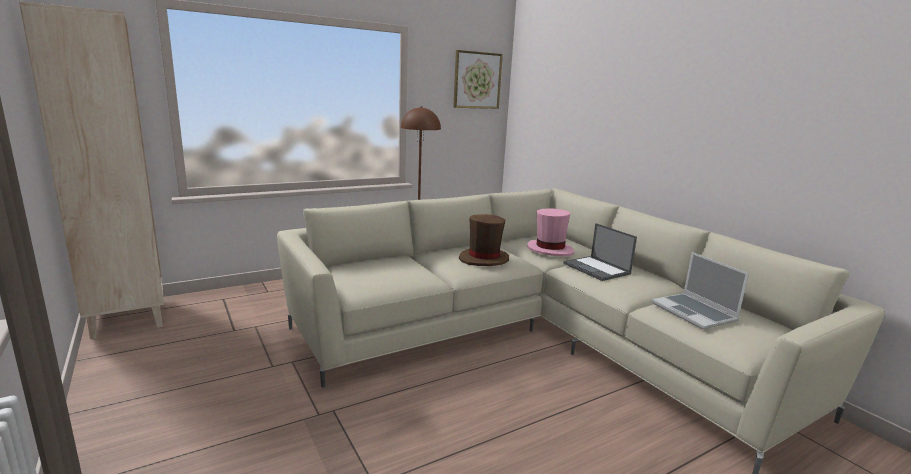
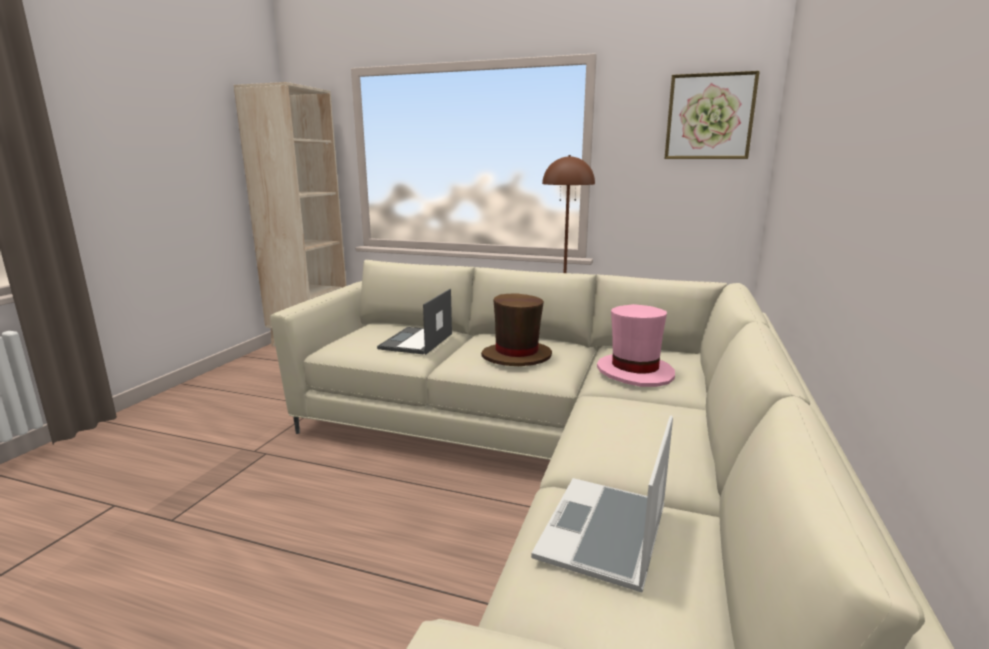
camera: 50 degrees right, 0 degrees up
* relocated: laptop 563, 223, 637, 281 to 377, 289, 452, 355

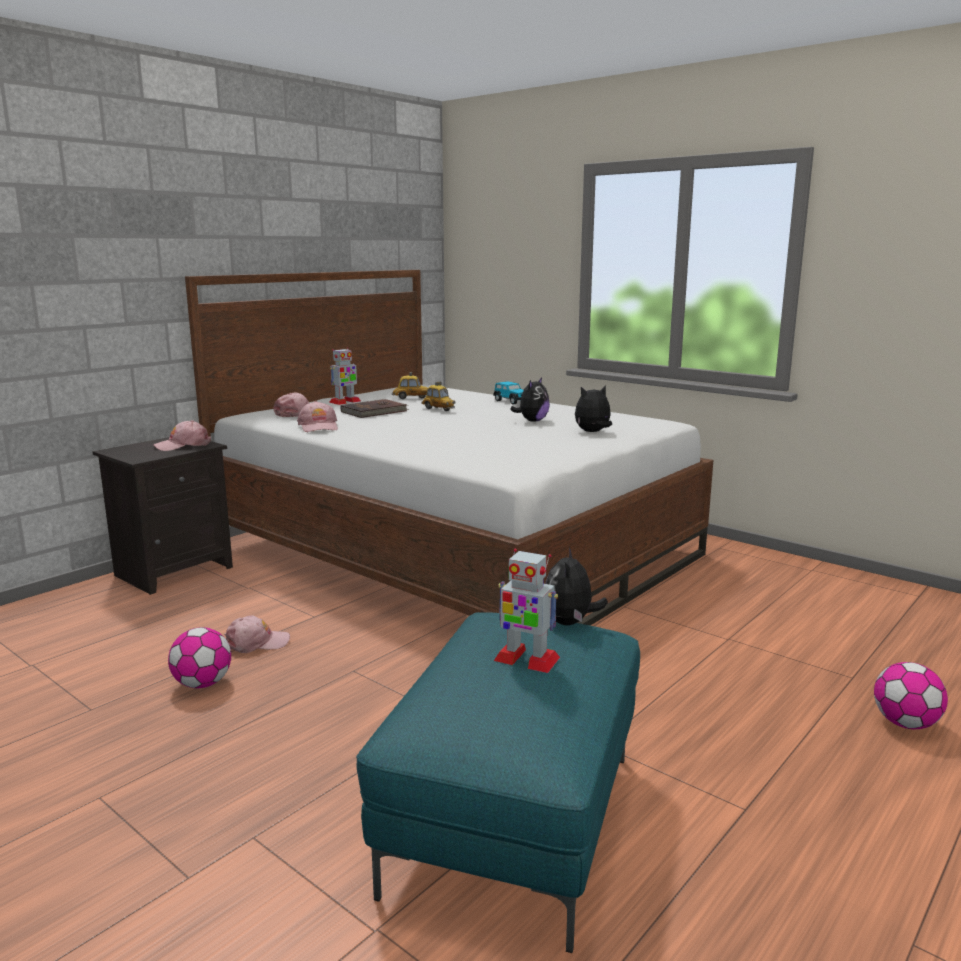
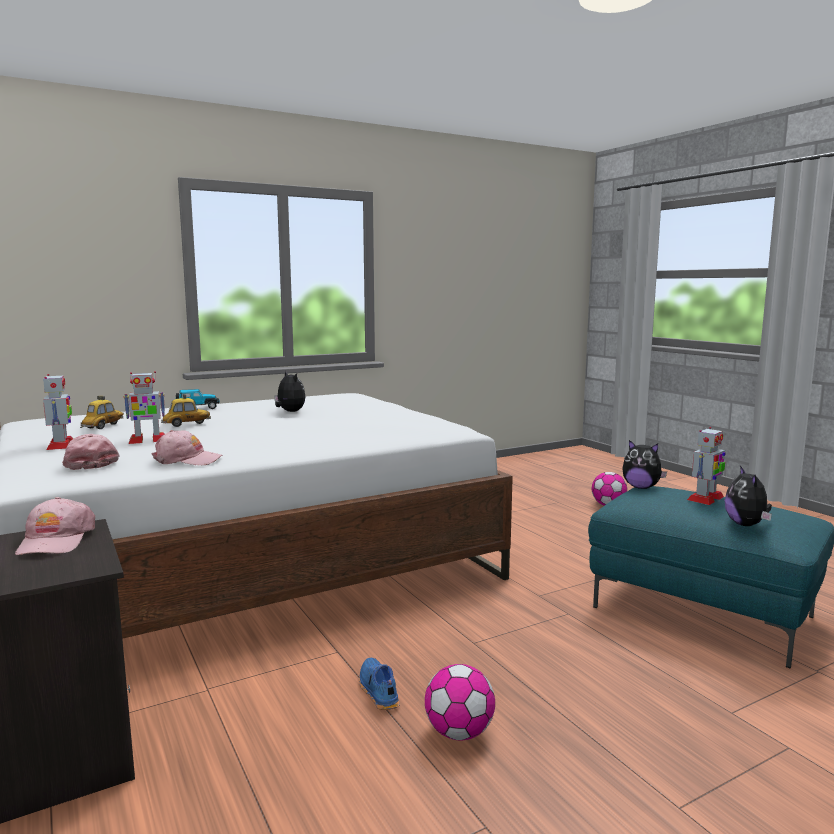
camera: 70 degrees left, 5 degrees down
* exchanged: pink_baseball_cap 224, 615, 290, 653 to blue-coloured_item_of_footwear 359, 658, 400, 710
* exchanged: brown-coloured_volume 341, 399, 409, 418 to toy_robot 124, 371, 165, 444
* relocated: cuddly_toy 575, 385, 612, 432 to 725, 465, 772, 526

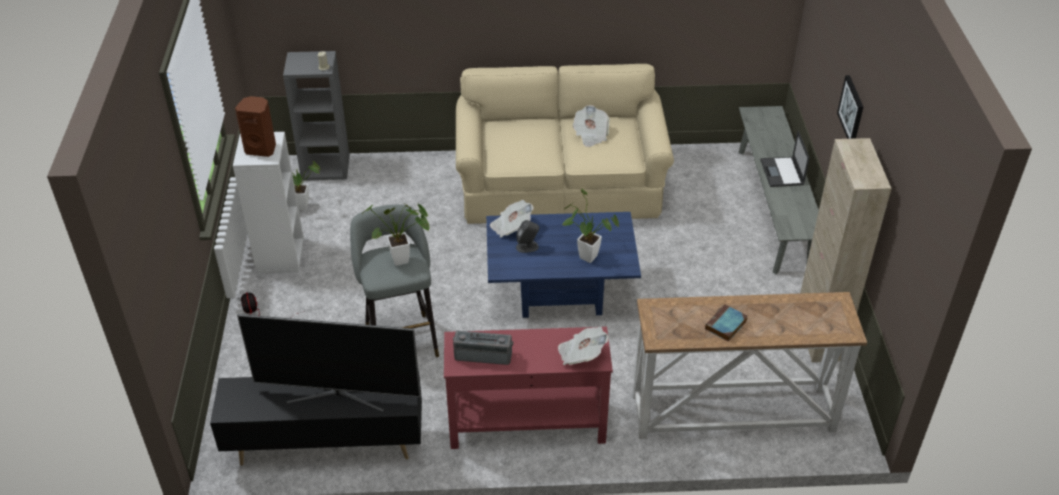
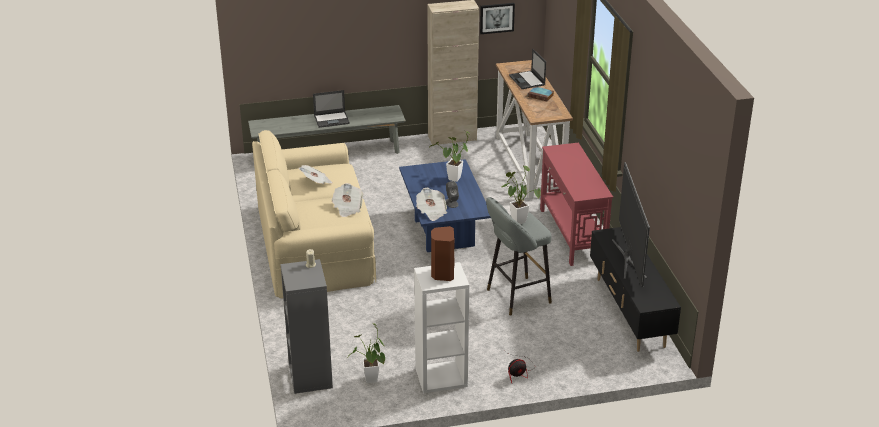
camera: 100 degrees left, 10 degrees down
* missing: radio 453, 330, 513, 365
* relocated: newspaper 558, 327, 609, 365 to 332, 183, 363, 217
* relocated: wall_picture 837, 75, 863, 139 to 480, 3, 515, 34
* appeared: laptop 509, 48, 546, 89

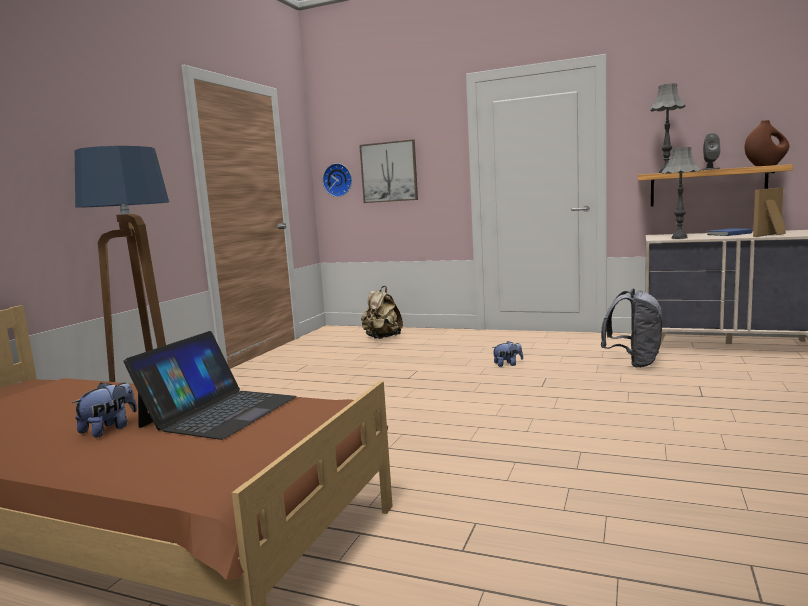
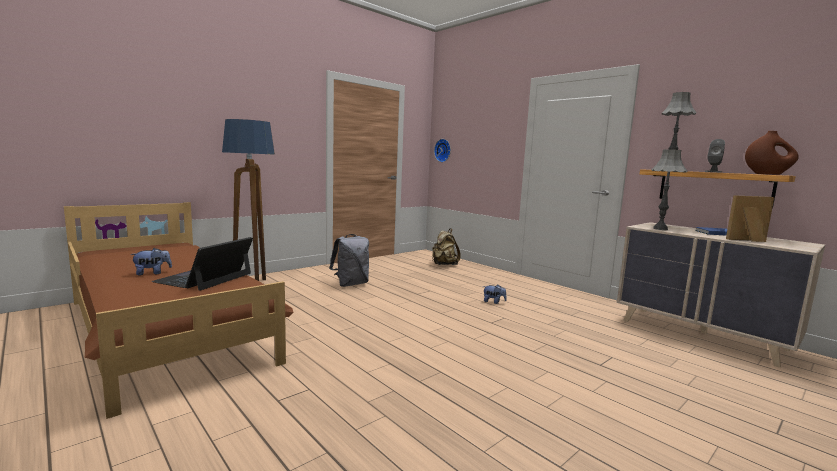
camera: 25 degrees right, 0 degrees up
* spun: laptop 123, 331, 296, 440 = 151, 237, 253, 291 150 degrees clockwise
* missing: wall_picture 359, 139, 418, 203
* relocated: grey_backpack 601, 289, 662, 368 to 329, 234, 369, 287

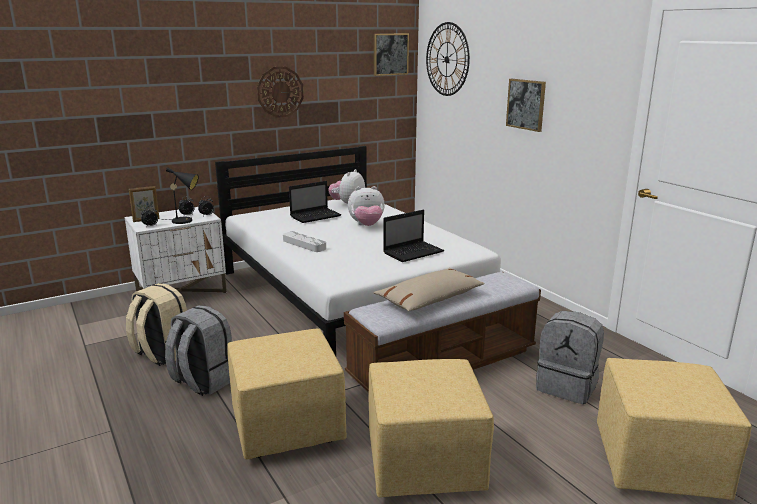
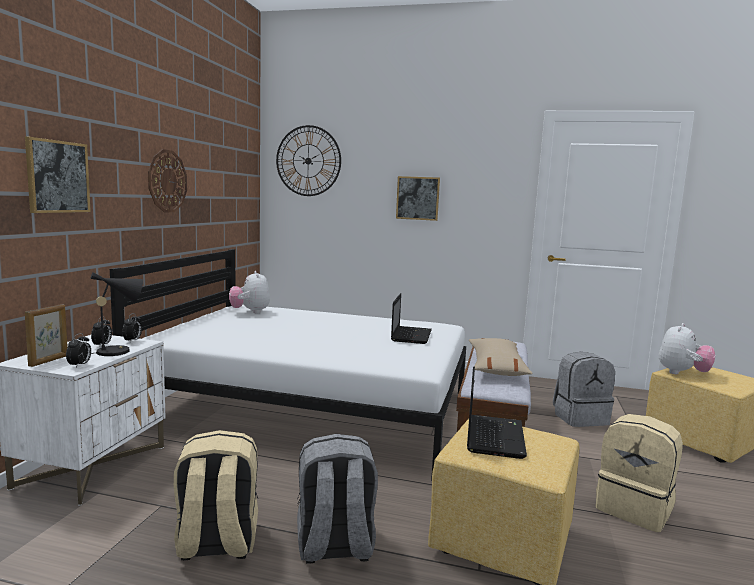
camera: 45 degrees left, 10 degrees down
* missing: grey_serving_tray 283, 231, 326, 252
* relocated: laptop 289, 181, 341, 223 to 467, 366, 527, 459
* relocated: cuddly_toy 348, 186, 385, 226 to 659, 323, 715, 374
* exchanged: yellowish_pouffe 369, 359, 494, 497 to beige_backpack 595, 414, 683, 532
* relocated: wall_picture 374, 33, 409, 76 to 25, 137, 91, 213

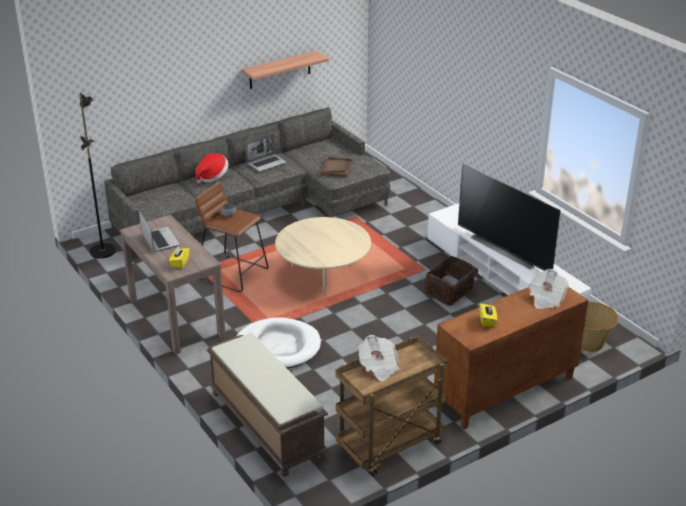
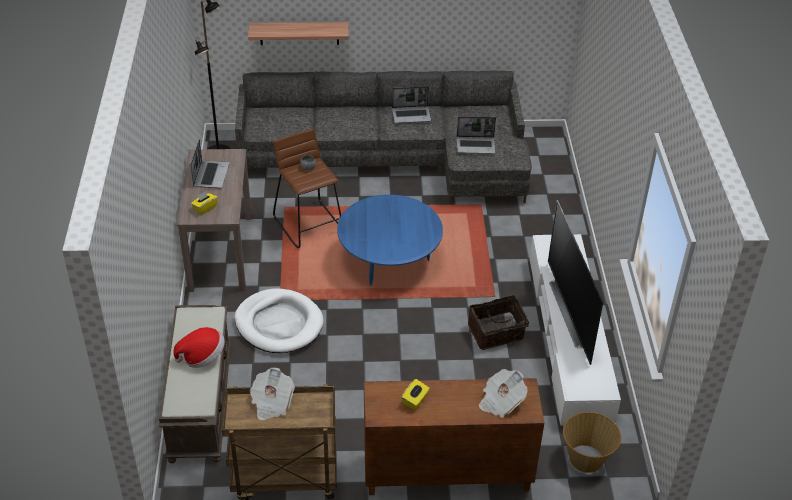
camera: 30 degrees right, 10 degrees up
* relocated: wearable_hat 195, 153, 229, 183 to 173, 327, 225, 368
* relocated: shelf 241, 51, 329, 89 to 248, 22, 349, 45
* colour: beige_coffee_table 275, 217, 371, 296 to blue-coloured_coffee_table 337, 195, 443, 286
* exchanged: brown-coloured_serving_tray 320, 156, 353, 177 to laptop 457, 116, 496, 154

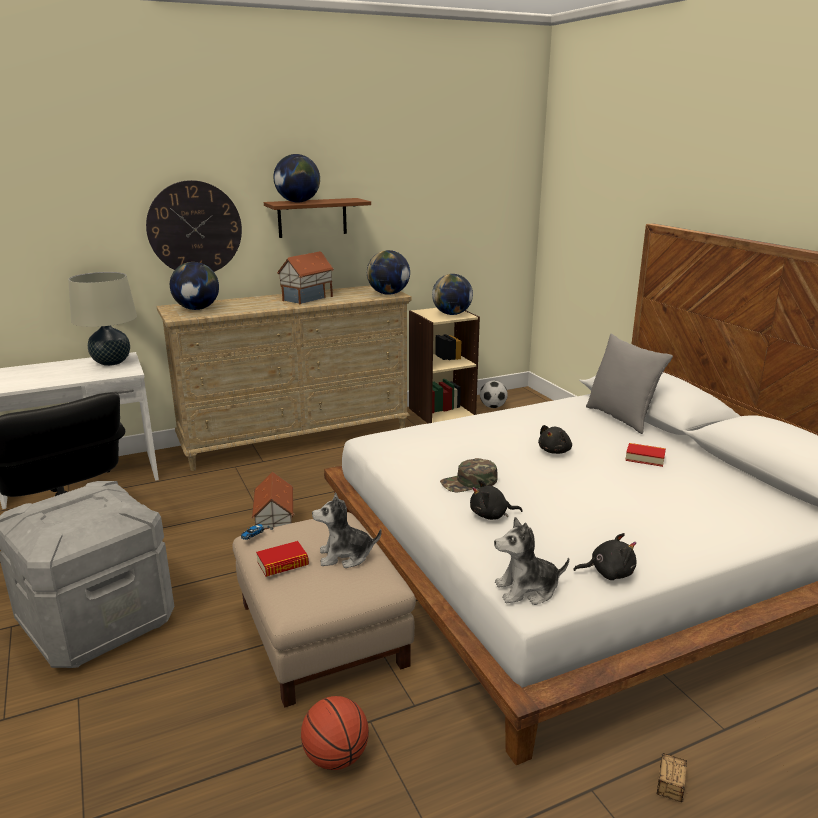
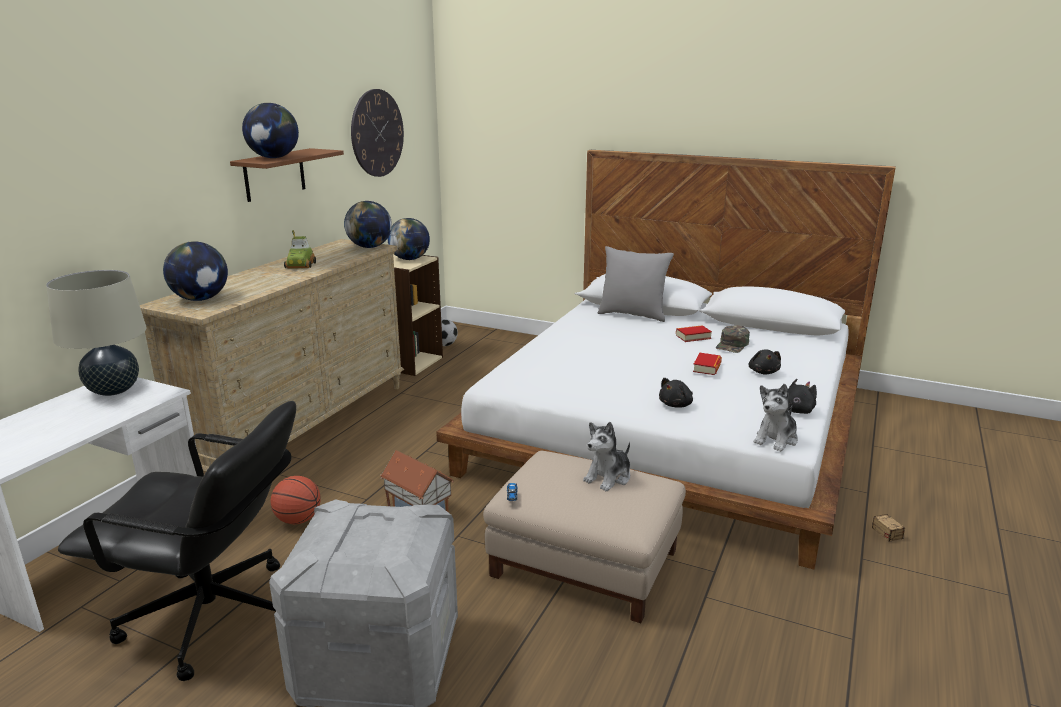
camera: 40 degrees left, 0 degrees up
* relocated: clock_on_the_wall 146, 180, 242, 272 to 351, 89, 404, 177
* relocated: volume 256, 541, 309, 577 to 693, 353, 722, 375
* exchanged: toy_house 277, 251, 334, 305 to toy_car 284, 230, 316, 269
* relocated: ball_for_basketball 301, 696, 369, 770 to 271, 476, 321, 524
* relocated: green_baseball_cap 440, 458, 498, 492 to 716, 325, 750, 353
* relocated: black-coloured_cuddly_toy 538, 425, 572, 454 to 749, 349, 781, 374

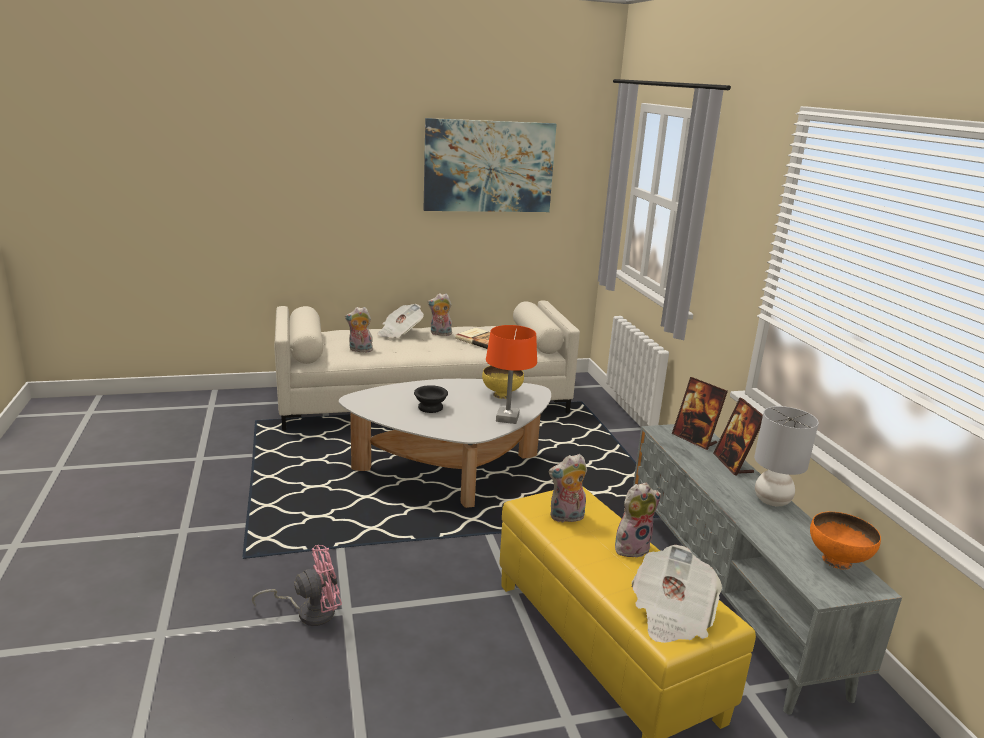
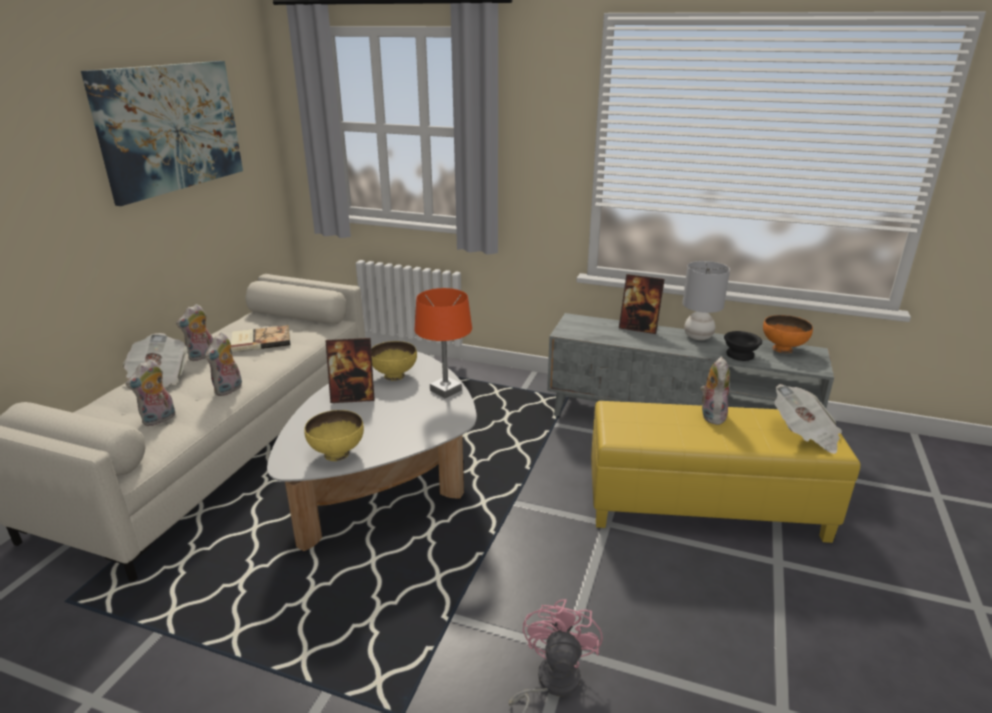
camera: 55 degrees left, 5 degrees up
* relocated: black-coloured_bowl 414, 385, 448, 413 to 724, 331, 762, 361
* relocated: cuddly_toy 549, 454, 587, 523 to 205, 333, 242, 396
* relocated: photo_frame 672, 377, 728, 450 to 325, 338, 375, 403
* appeared: yellowish_bowl 304, 410, 364, 461

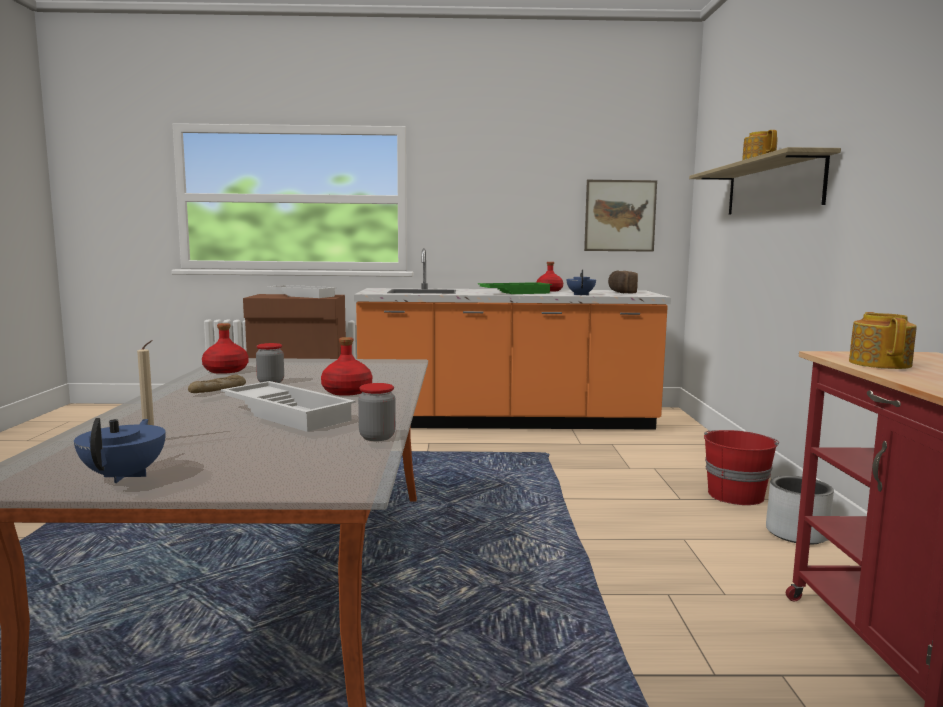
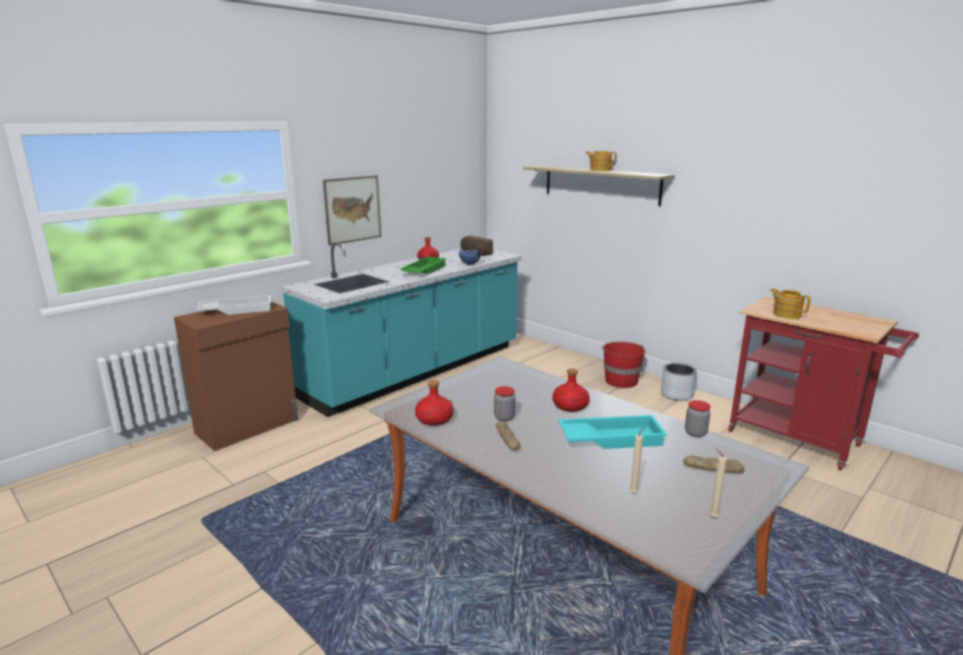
camera: 45 degrees left, 10 degrees up
* exchanged: blue-coloured_teapot 74, 418, 166, 483 to beige_wax_light 709, 448, 727, 517
* colour: whitish_serving_tray 221, 381, 356, 432 to blue-green_serving_tray 558, 415, 668, 449
* colour: orange_kitchen_counter 354, 248, 671, 430 to blue-green_kitchen_counter 281, 242, 522, 417
* relocated: wall_picture 584, 180, 657, 252 to 323, 175, 381, 246
* appeared: baked_bread 683, 455, 745, 473

